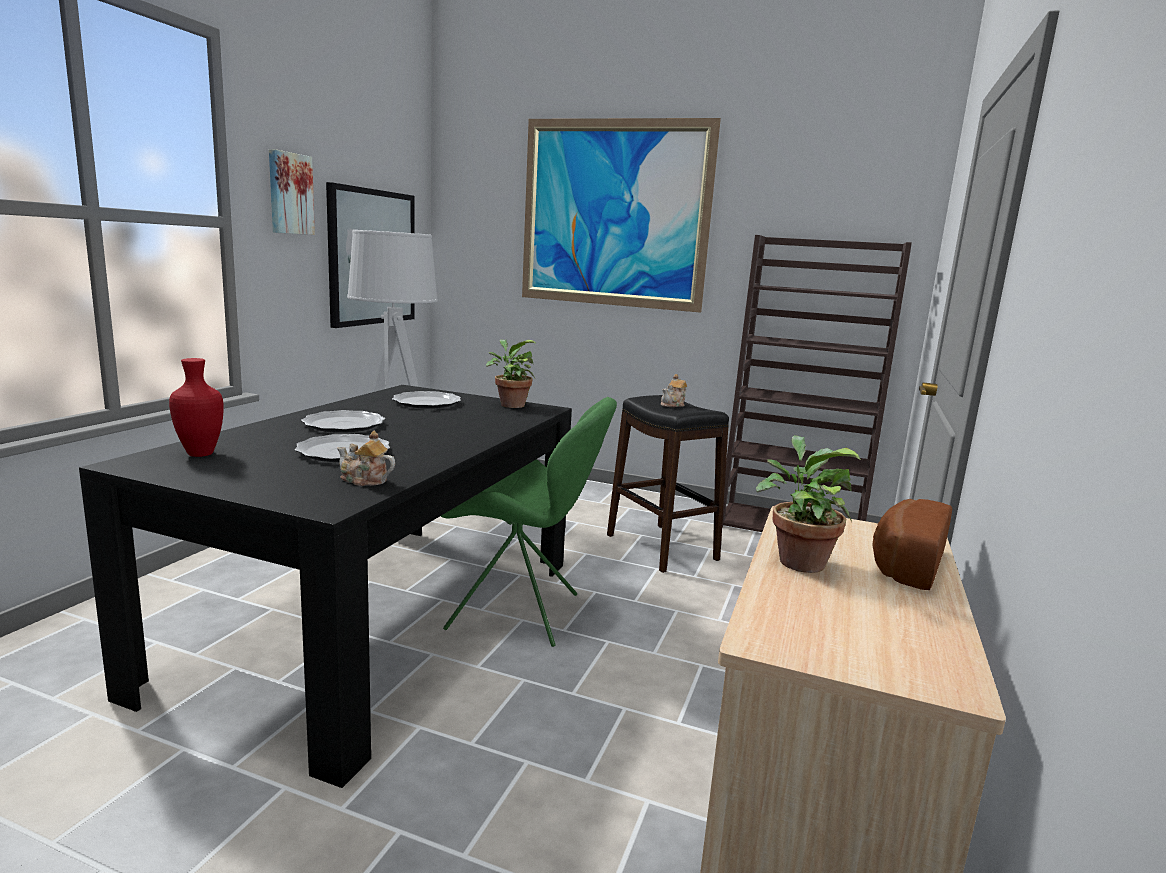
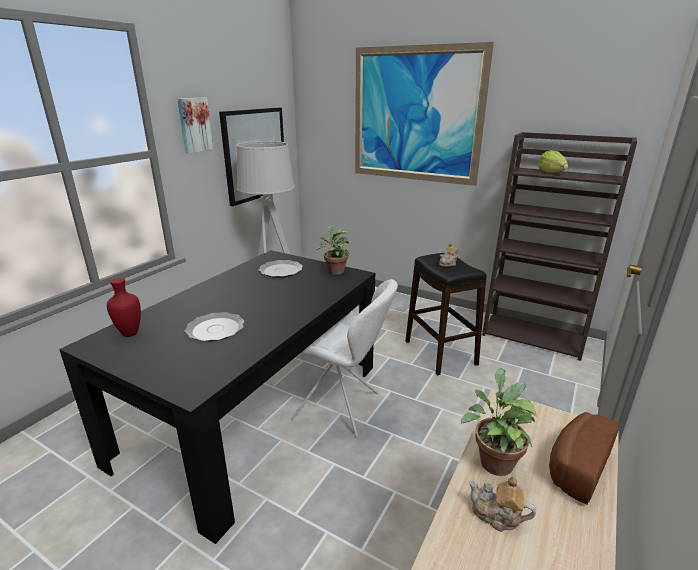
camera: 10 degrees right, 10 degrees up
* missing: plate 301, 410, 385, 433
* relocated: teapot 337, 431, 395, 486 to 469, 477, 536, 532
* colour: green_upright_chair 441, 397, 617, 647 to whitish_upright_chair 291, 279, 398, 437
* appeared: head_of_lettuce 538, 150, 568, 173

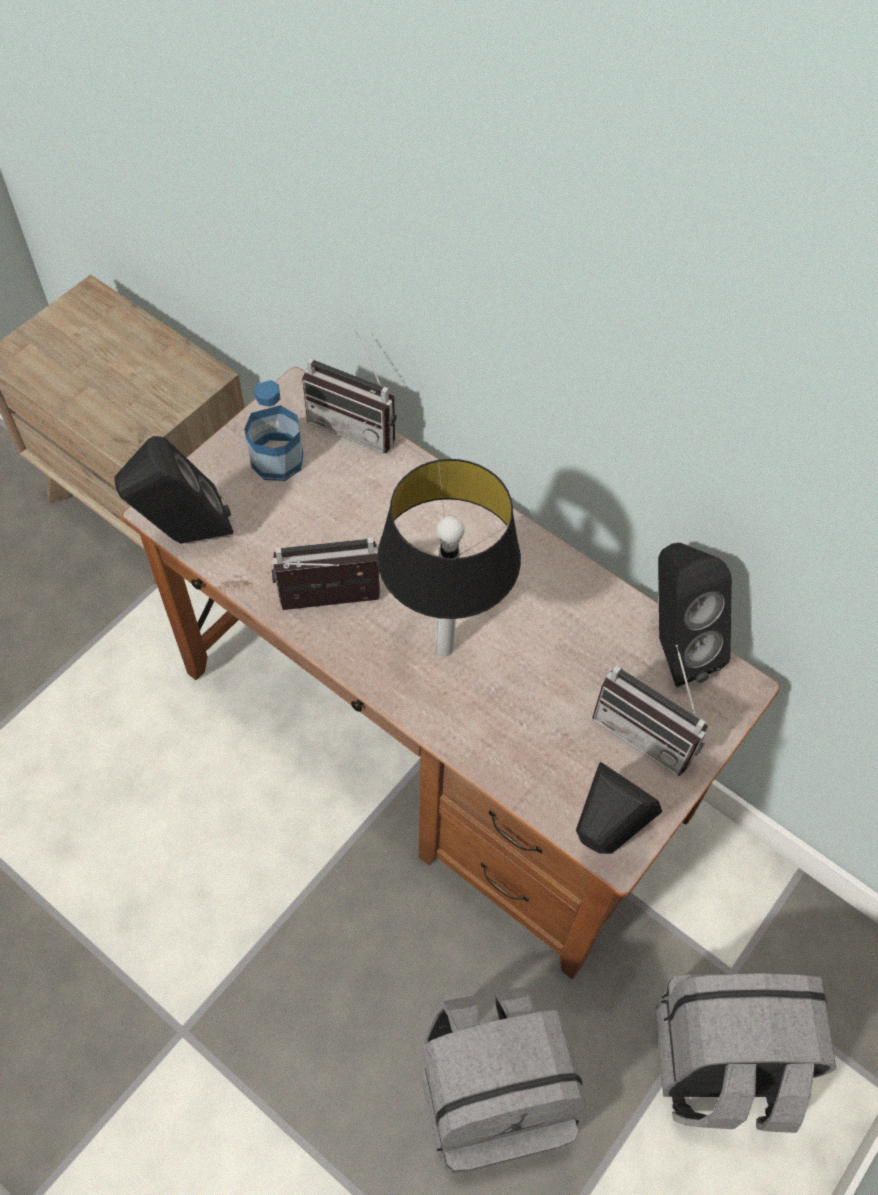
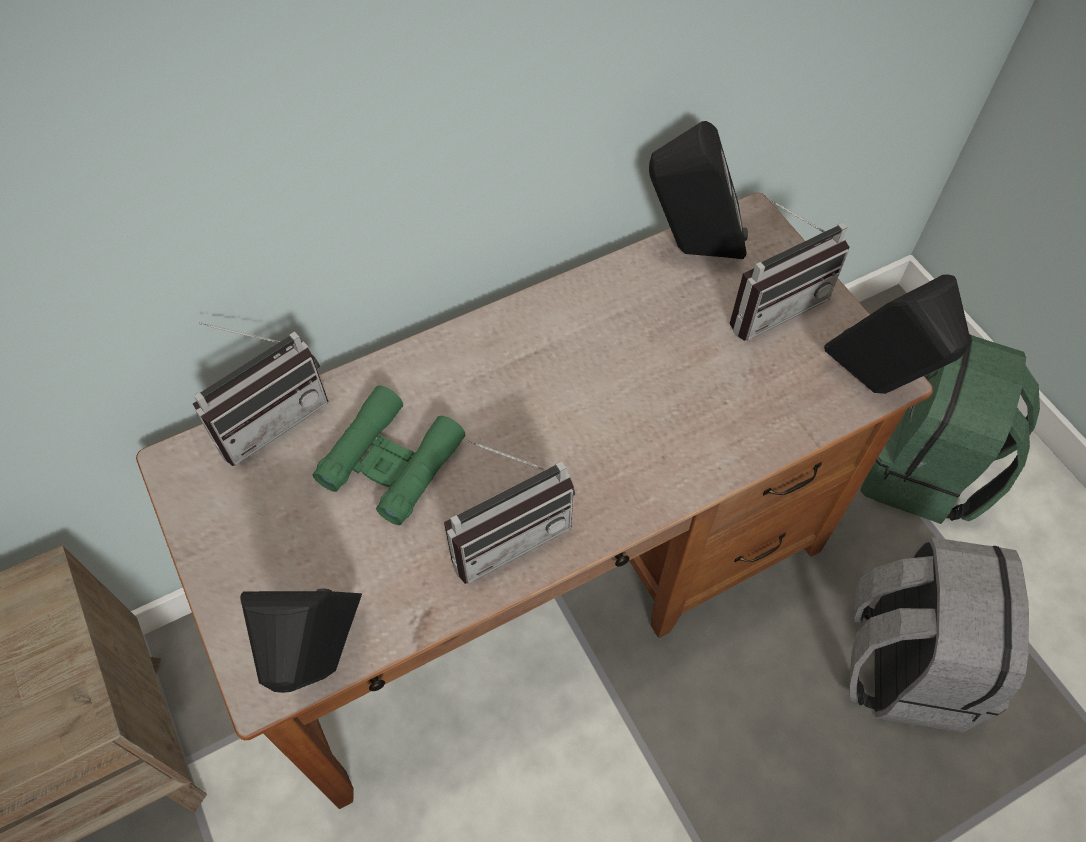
camera: 65 degrees left, 0 degrees up
* missing: beverage_bottle 244, 380, 303, 481
* spun: radio 271, 537, 380, 610 = 444, 440, 575, 584 135 degrees counterclockwise
* missing: lamp_for_a_table 377, 459, 521, 656
* colour: grey_backpack 656, 973, 836, 1133 to green_backpack 860, 334, 1040, 524
* appeared: green_binoculars 313, 386, 465, 525

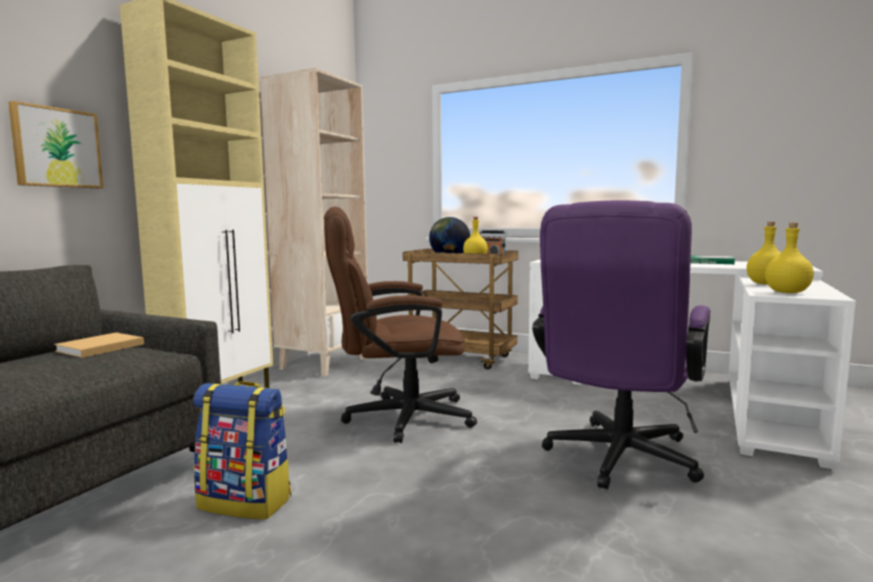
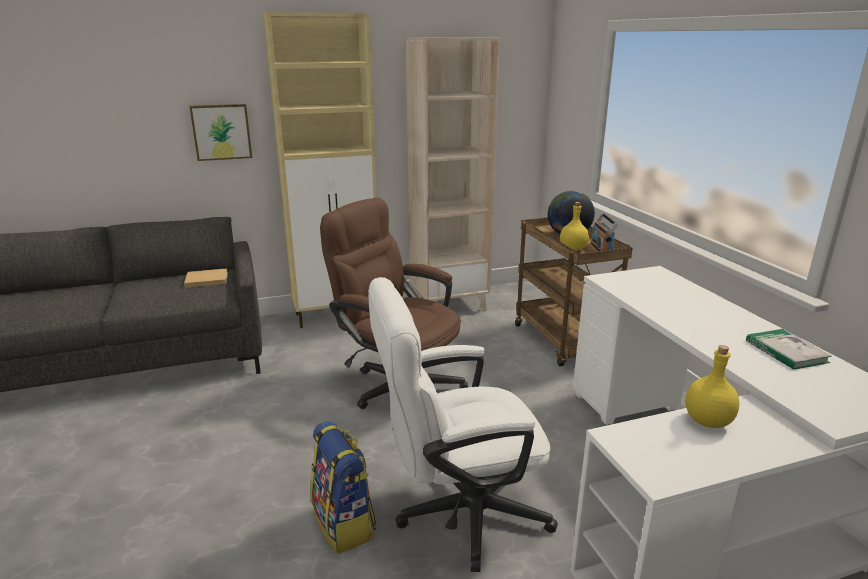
camera: 45 degrees right, 15 degrees up
* relocated: backpack 193, 381, 291, 519 to 310, 421, 376, 554
* colour: purple-coloured_computer_chair 532, 200, 711, 489 to whitish_computer_chair 368, 277, 558, 572
* missing: yellowish_beverage_bottle 765, 223, 814, 293

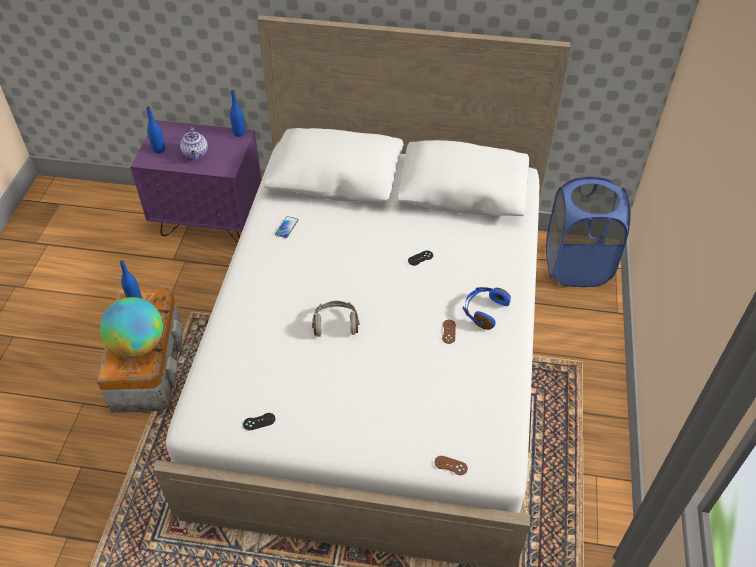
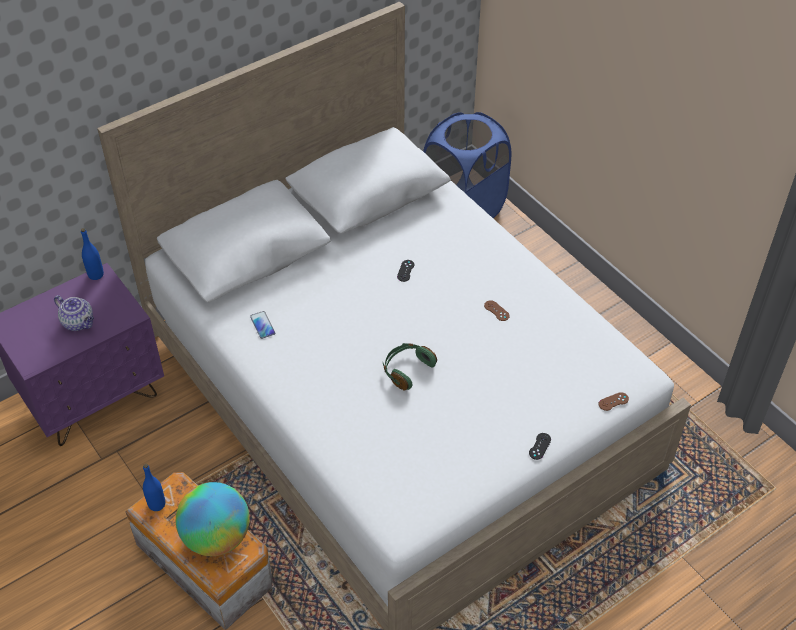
camera: 45 degrees left, 0 degrees up
* missing: blue-coloured_beverage_bottle 146, 106, 165, 153
* relocated: black-coloured_game_controller 243, 413, 275, 430 to 529, 433, 551, 460
* colour: grey_pair_of_headphones 312, 301, 359, 337 to green_pair_of_headphones 383, 343, 437, 390
* missing: blue-coloured_pair_of_headphones 463, 287, 511, 330

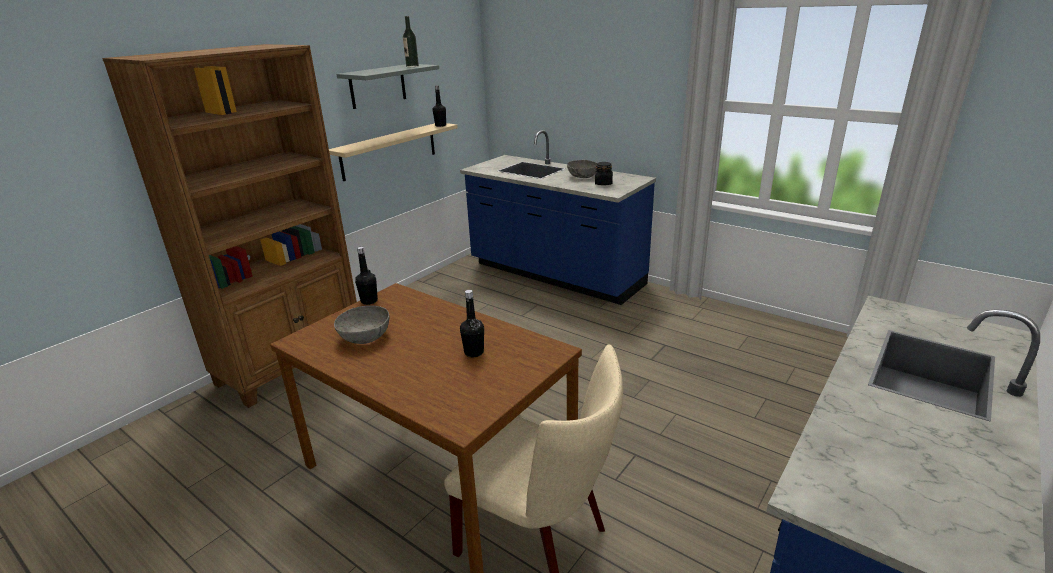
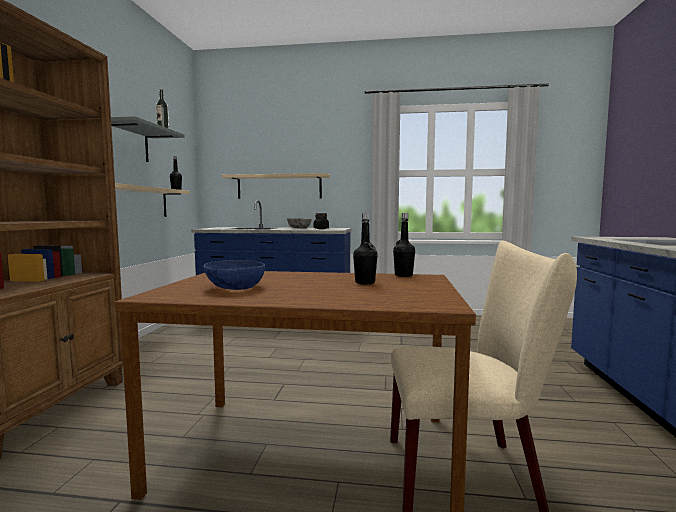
camera: 30 degrees left, 20 degrees down
* colour: grey_bowl 334, 306, 390, 344 to blue-coloured_bowl 203, 260, 265, 290
* relocated: black-coloured_beverage_bottle 355, 247, 378, 305 to 393, 213, 415, 277
* appeared: beige_shelf 222, 173, 330, 199

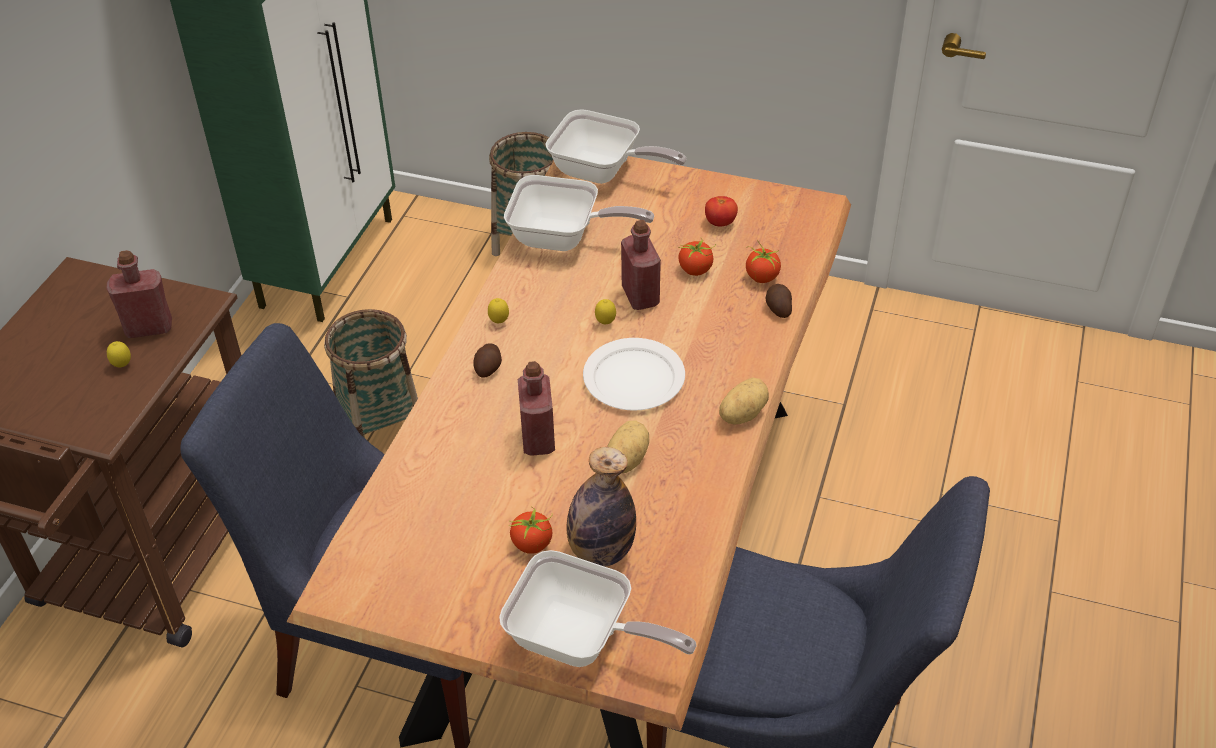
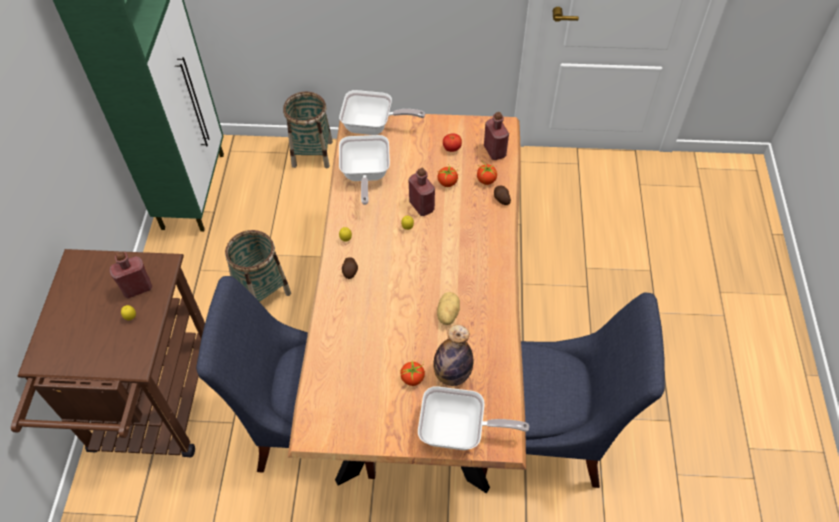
camera: 15 degrees left, 10 degrees up
* spun: skillet 504, 175, 654, 251 = 339, 135, 390, 205 90 degrees clockwise
* relocated: red_beverage_bottle 518, 361, 555, 456 to 484, 112, 509, 160
* missing: whitish_plate 583, 338, 685, 411
* missing: potato 719, 377, 769, 425

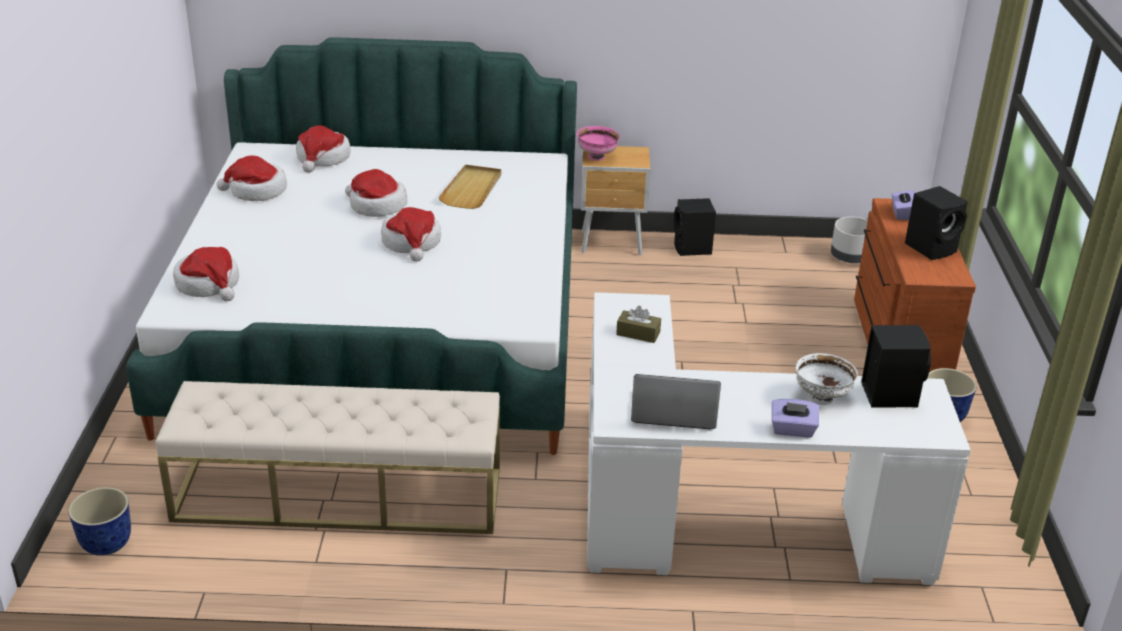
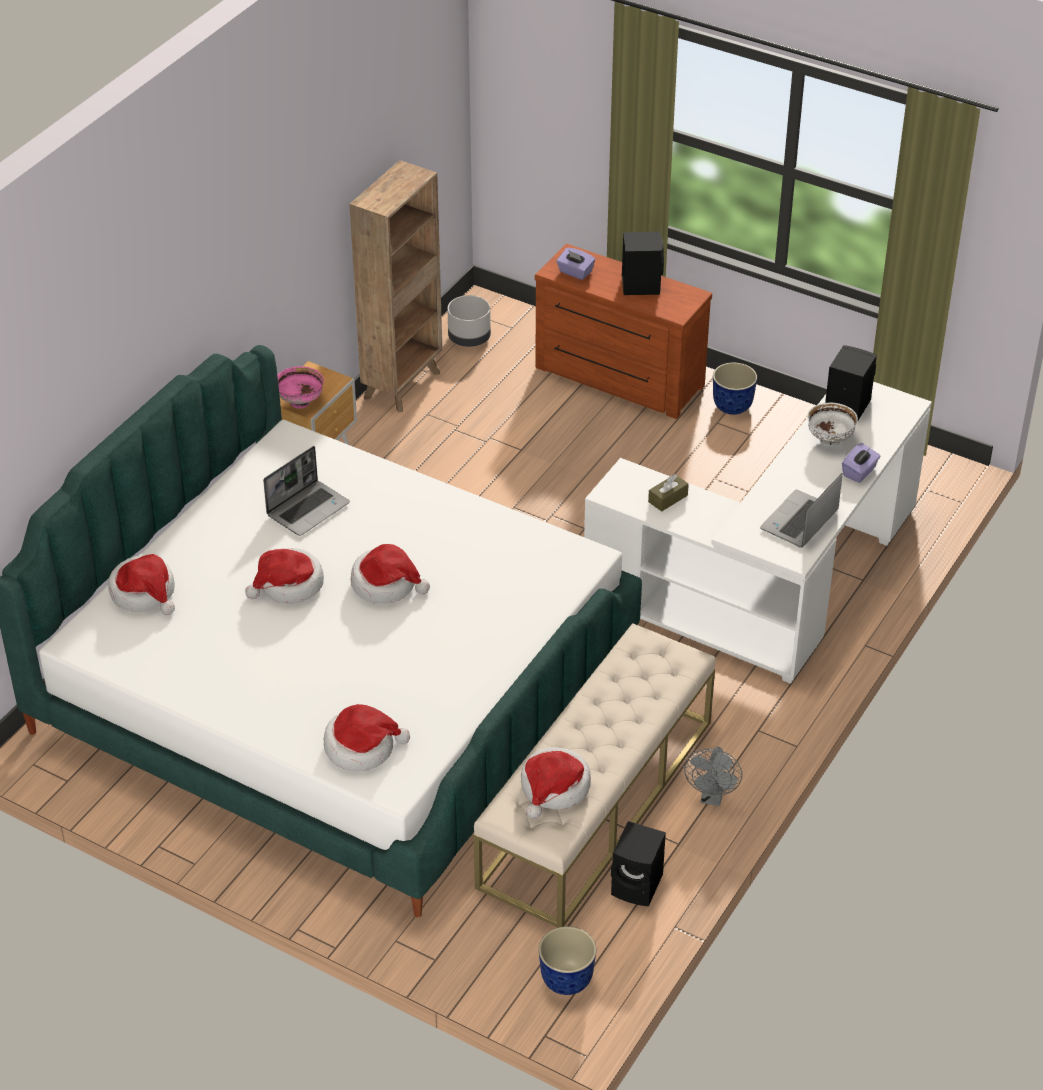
camera: 60 degrees left, 10 degrees up
* relocated: wearable_hat 216, 156, 287, 201 to 521, 747, 591, 819
* exchanged: beige_serving_tray 438, 165, 502, 209 to laptop 263, 446, 350, 536
* relocated: black-coloured_speaker 674, 198, 716, 256 to 611, 821, 666, 906
* appeared: brown-coloured_bookshelf 349, 160, 442, 412
* appeared: grey_cooling_fan 684, 747, 742, 806

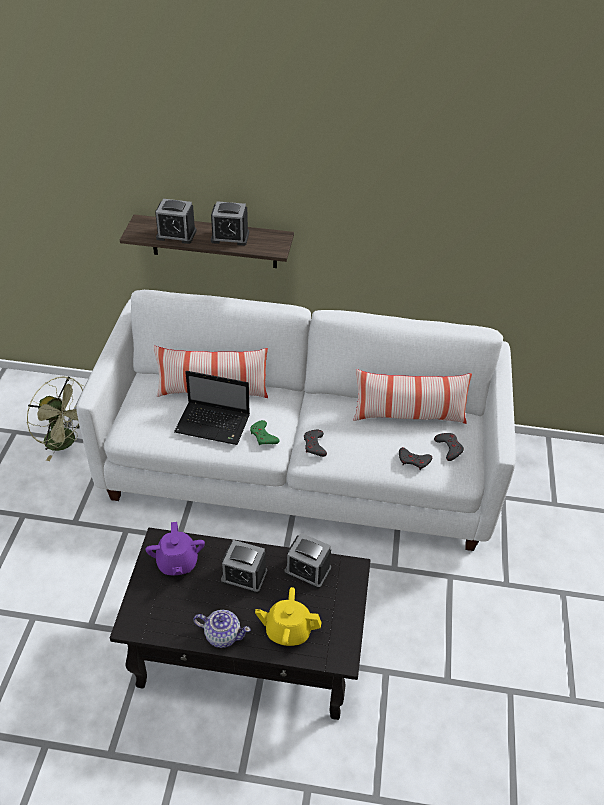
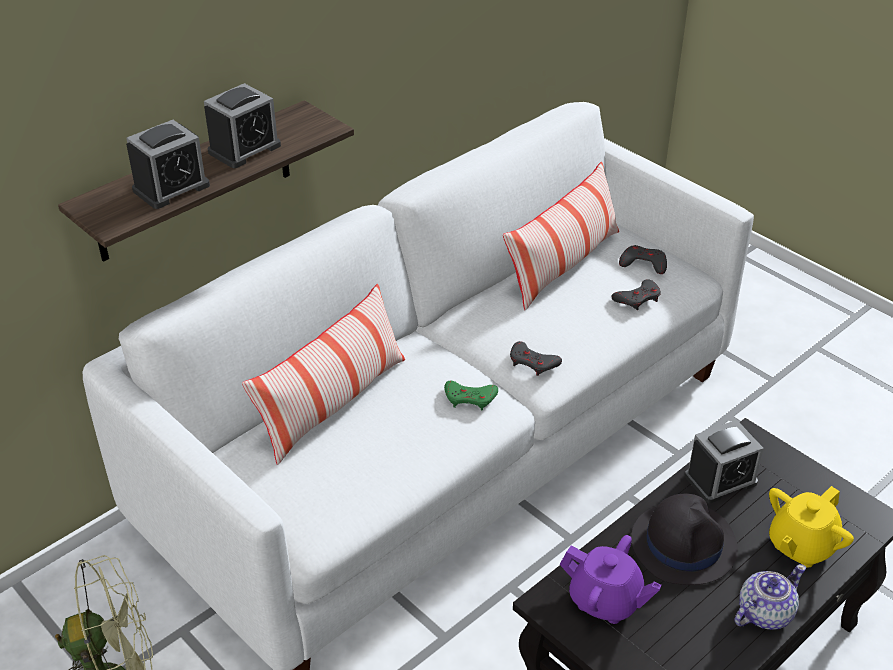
camera: 50 degrees left, 5 degrees down
* missing: laptop 174, 371, 250, 445
* exchanged: bedside_clock 221, 540, 268, 594 to black-coloured_wearable_hat 631, 494, 738, 585

